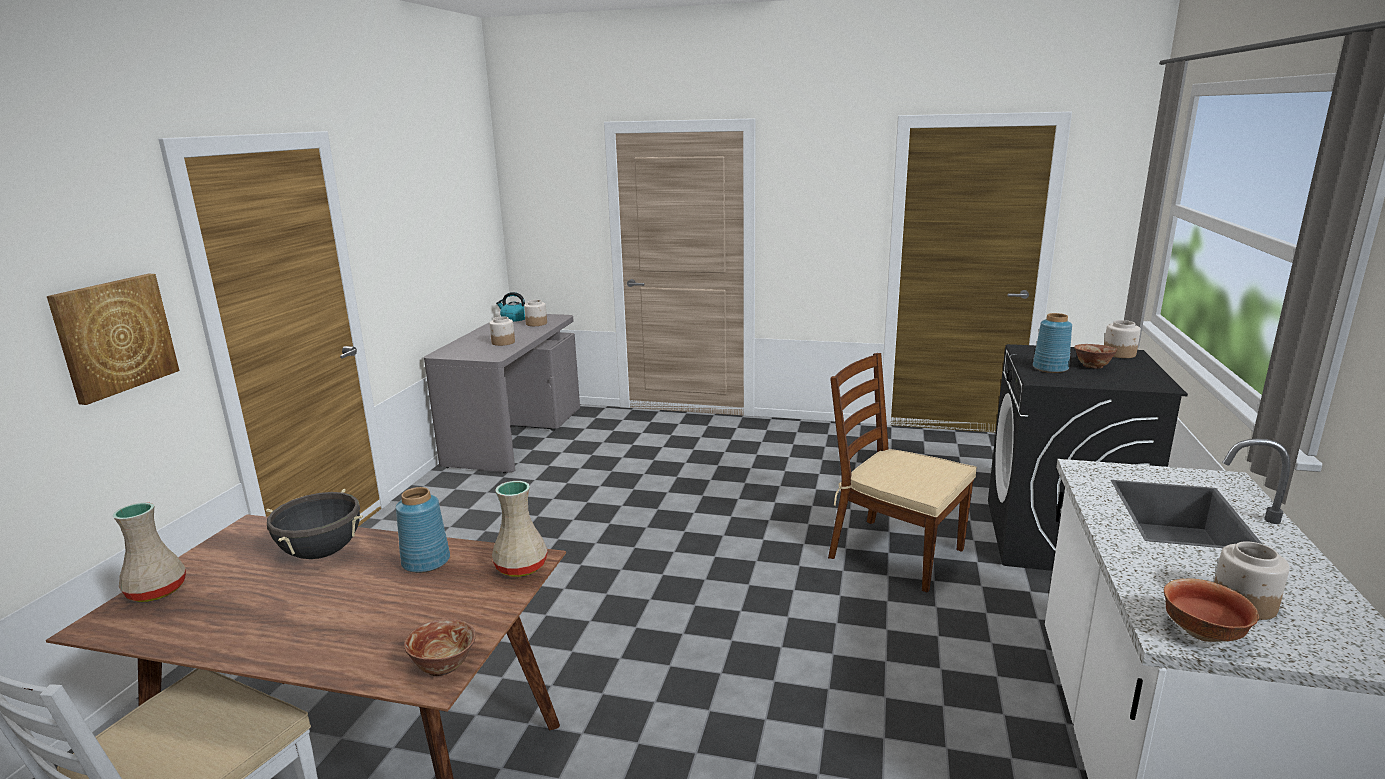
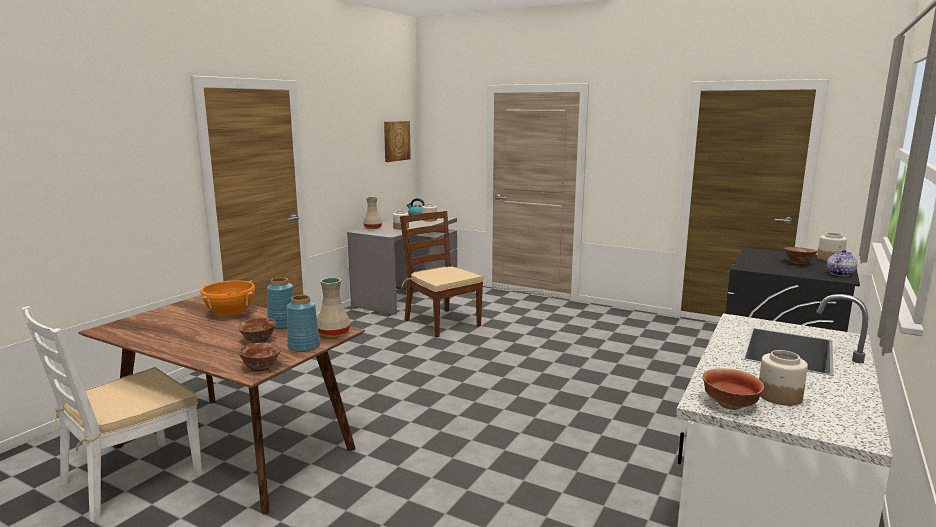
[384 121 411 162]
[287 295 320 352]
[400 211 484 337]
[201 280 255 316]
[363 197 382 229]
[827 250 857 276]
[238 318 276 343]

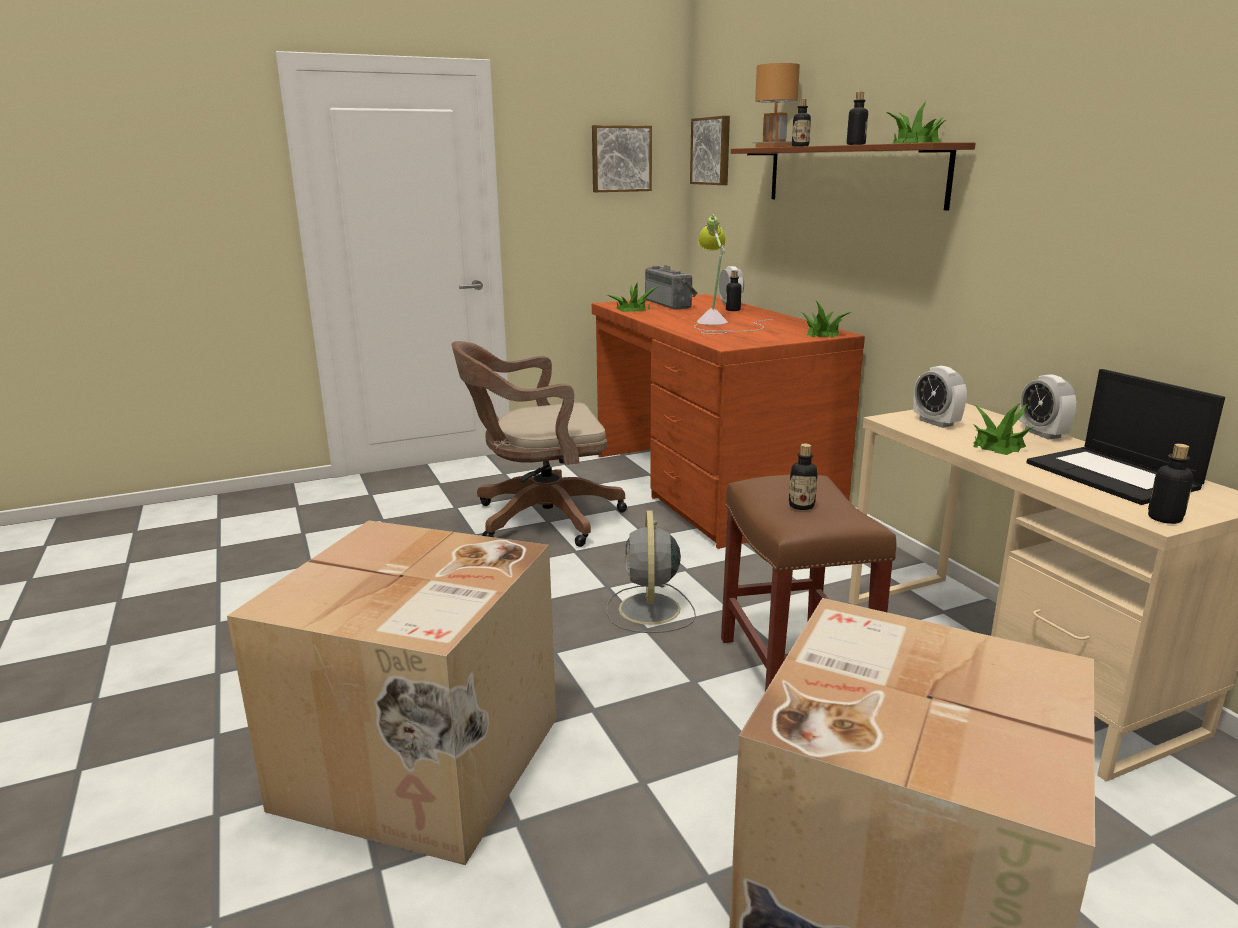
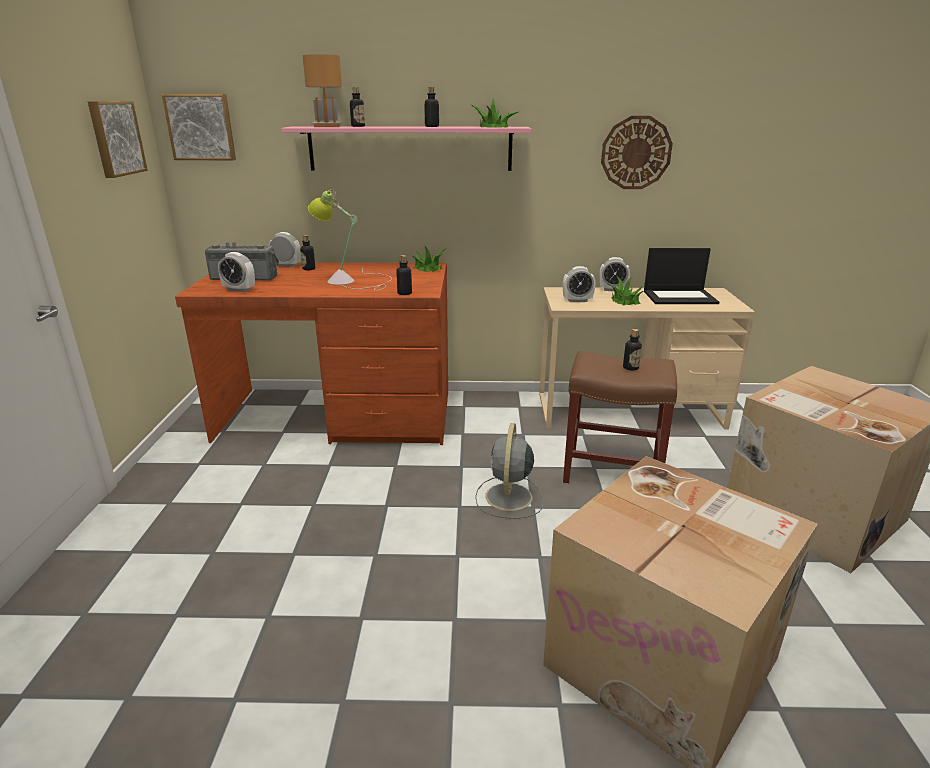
[282 126 531 171]
[218 252 255 292]
[452 341 627 547] (first image)
[396 255 412 295]
[475 423 543 519]
[601 116 673 189]

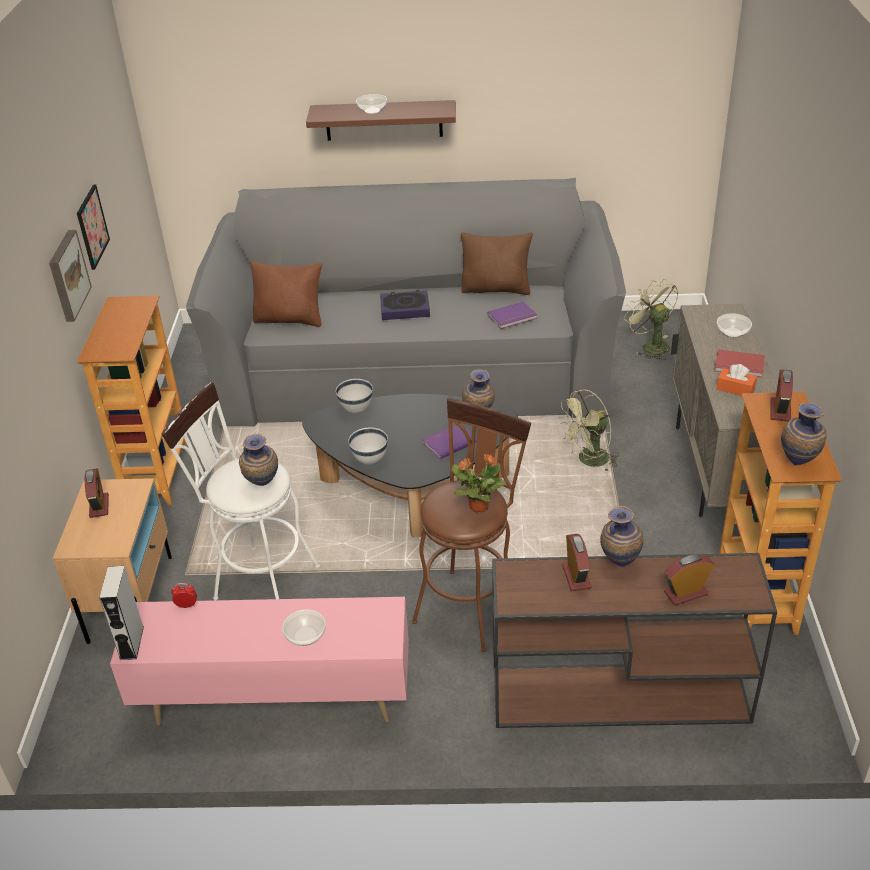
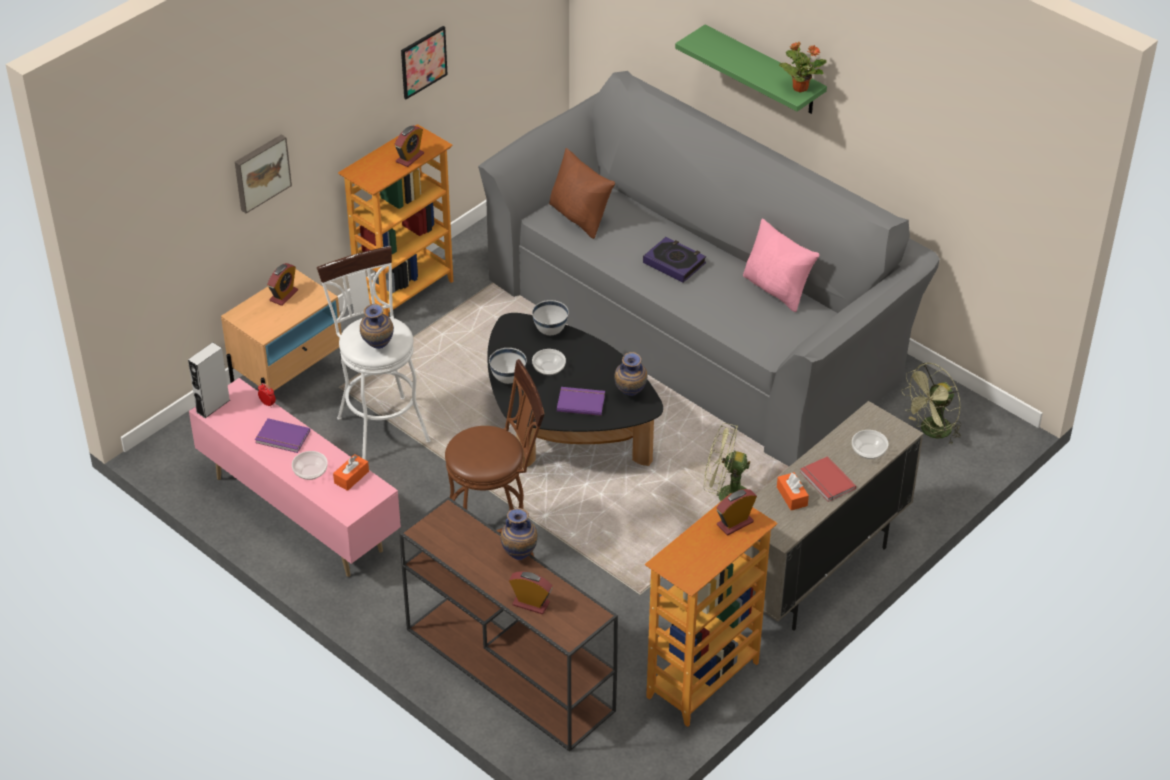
[532 349 566 375]
[675 25 827 114]
[235 134 292 213]
[743 218 819 312]
[901 363 961 444]
[255 418 310 453]
[781 403 827 465] (first image)
[779 42 827 92]
[394 126 424 167]
[333 454 369 491]

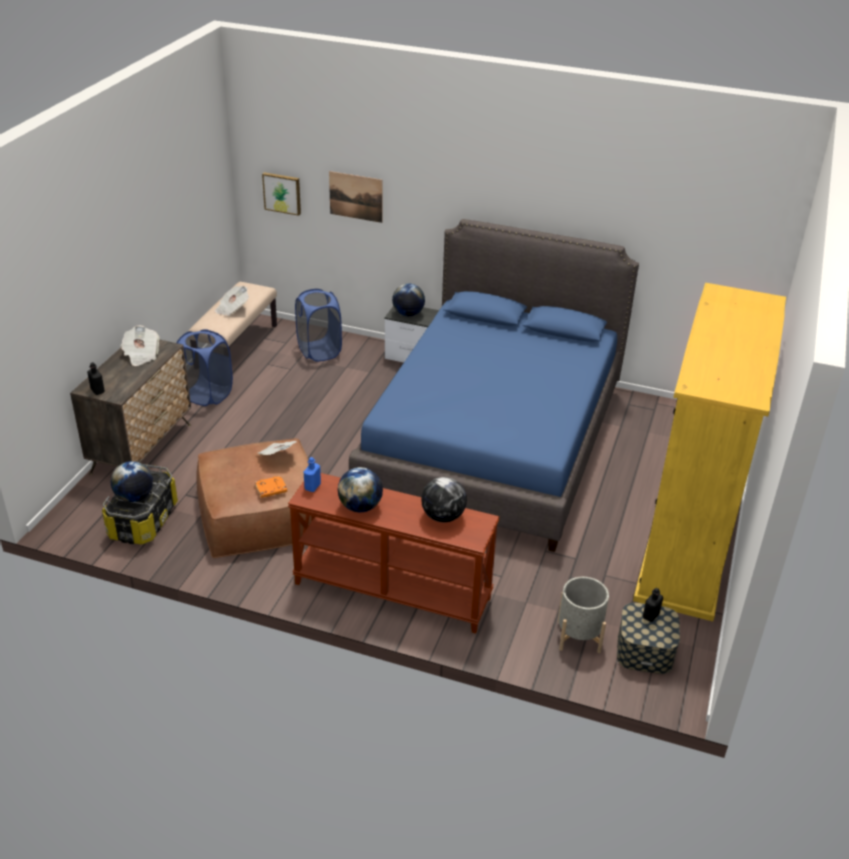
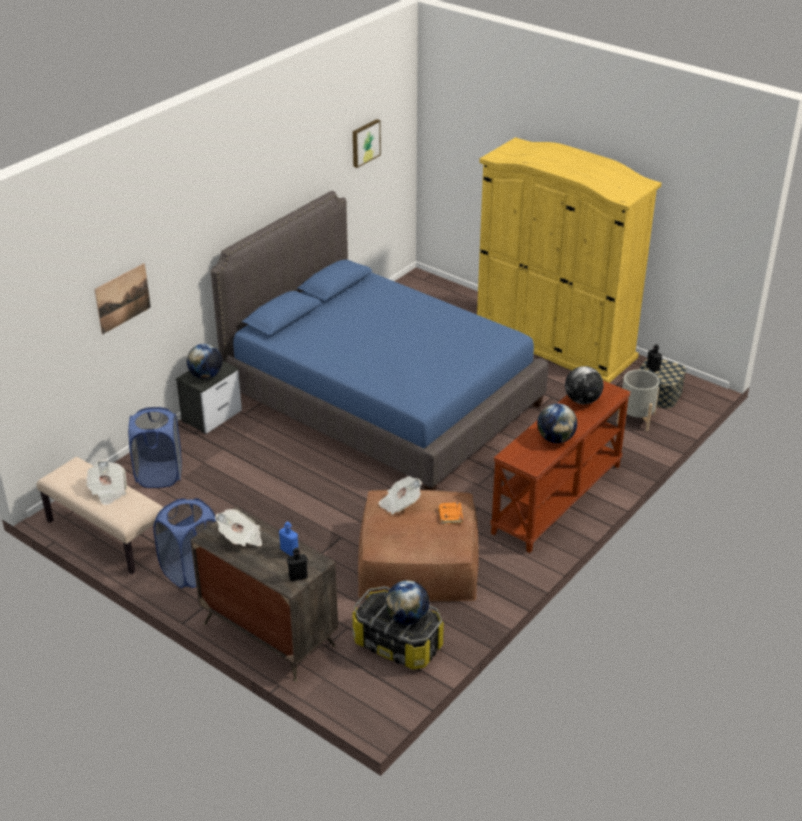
[353 119 381 168]
[279 522 298 556]

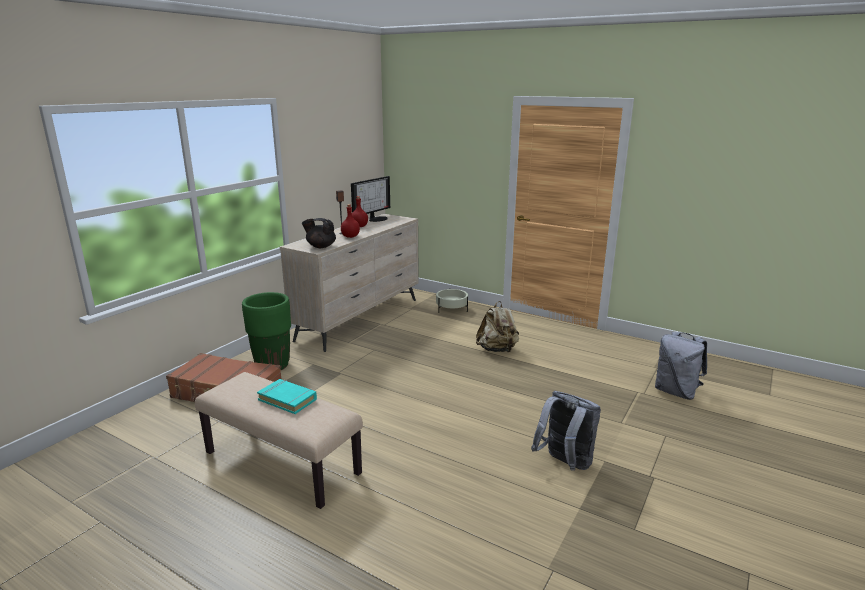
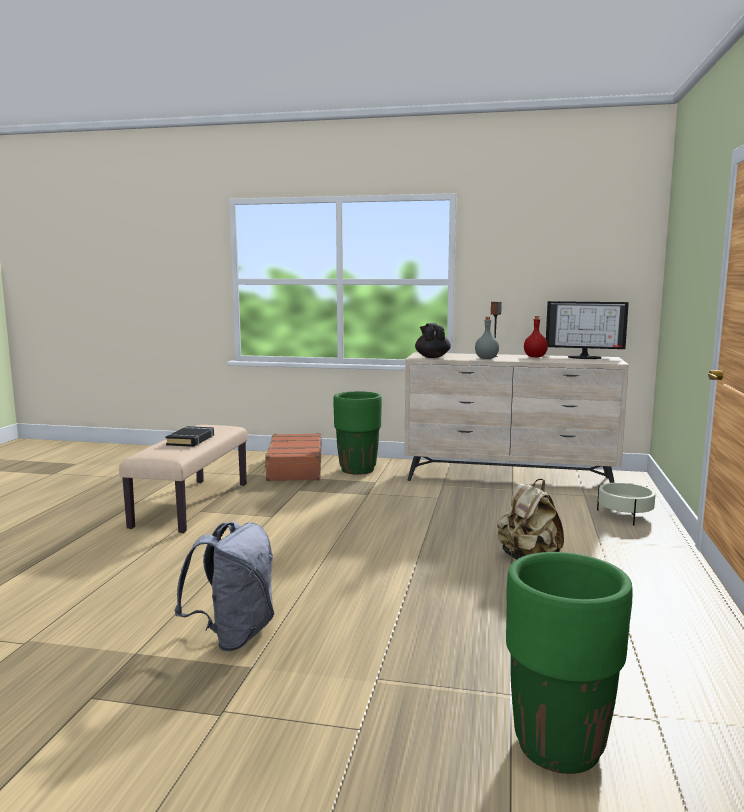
[475 317 499 359]
[506 552 633 774]
[166 426 214 447]

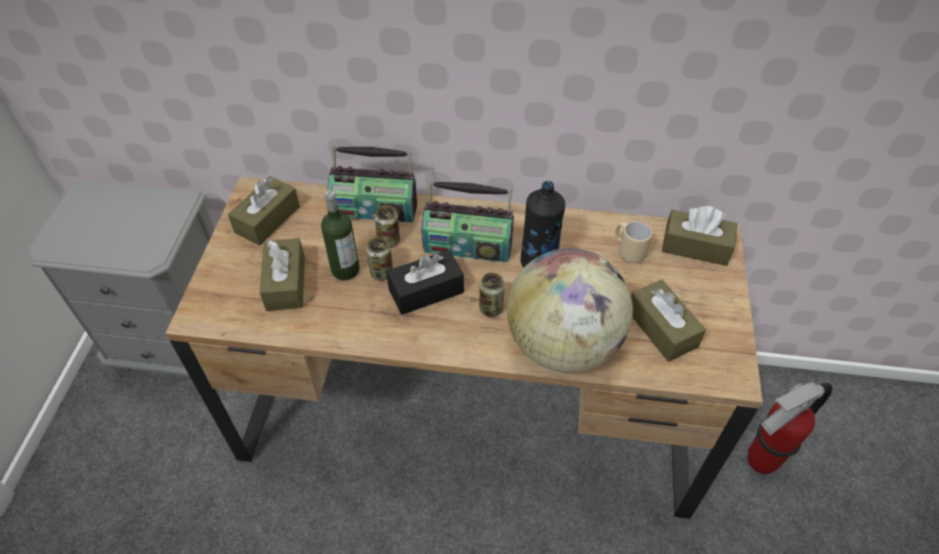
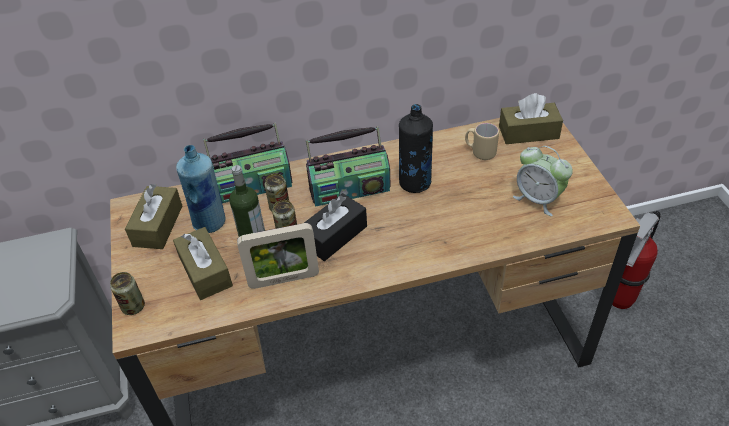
[507 248 633 373] (first image)
[110 272 145 315]
[513 146 573 216]
[176 145 225 233]
[237 223 319 289]

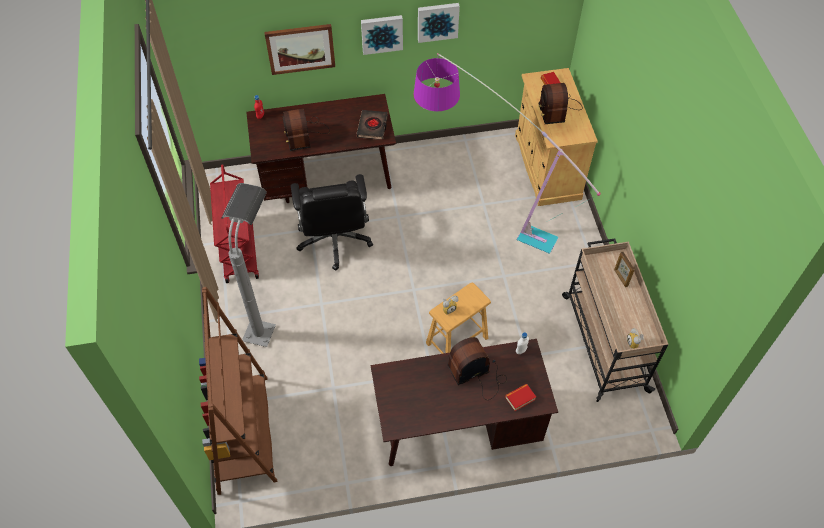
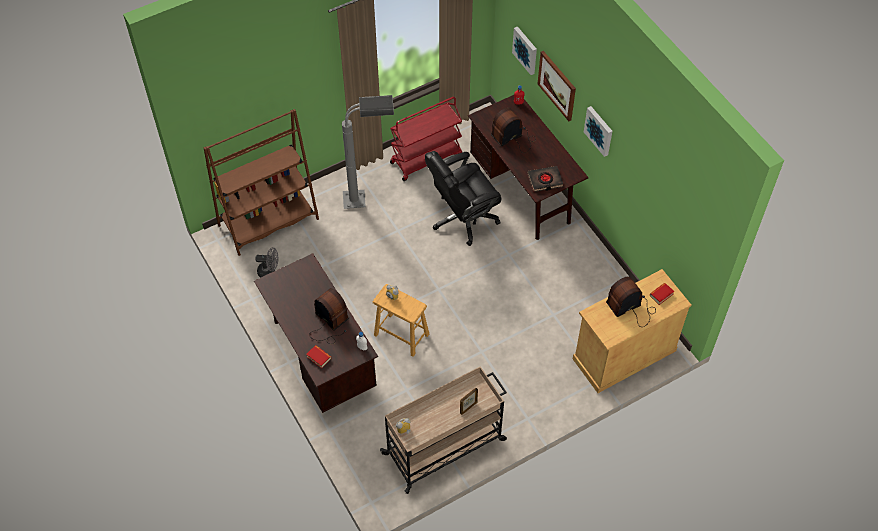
[512 26 537 75]
[414 53 601 254] (first image)
[255 247 278 278]

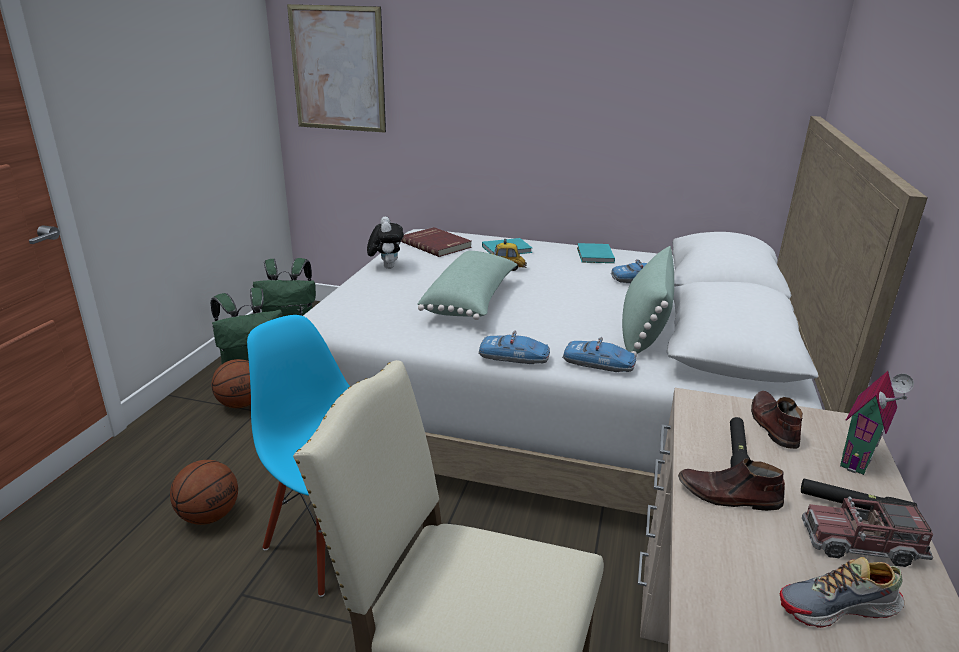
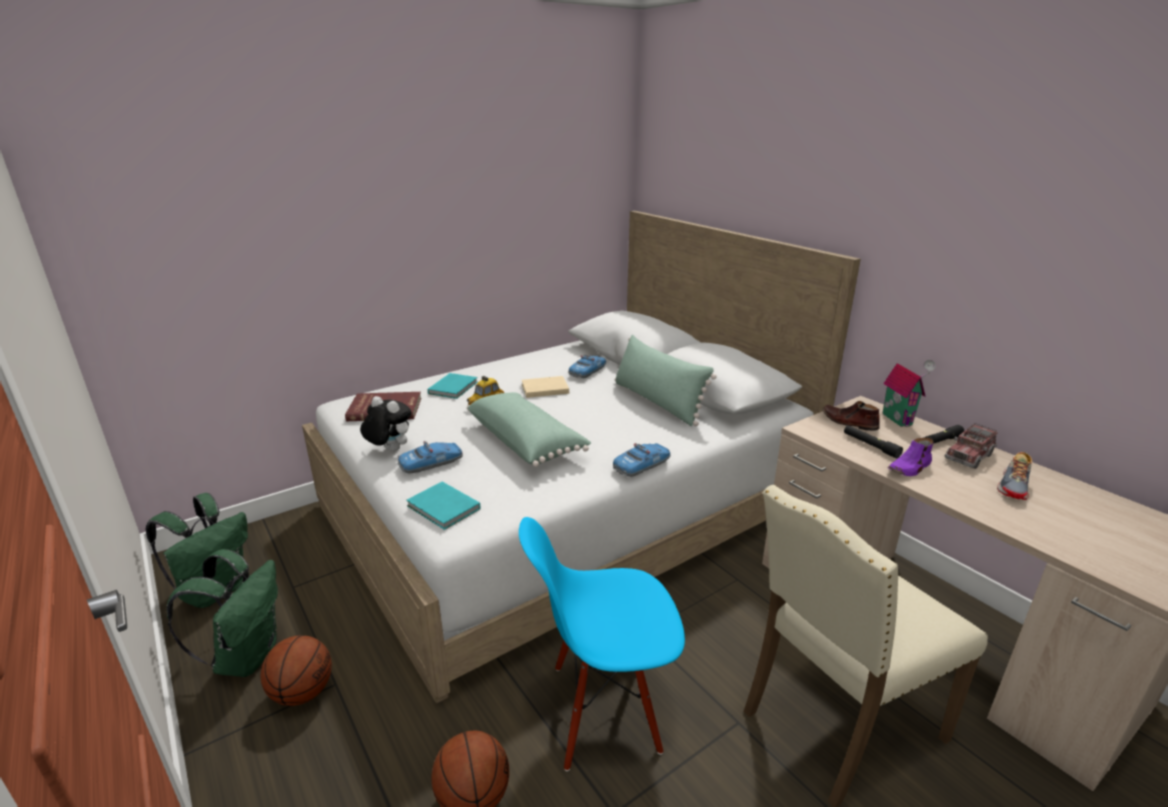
[287 4 386 133] (first image)
[406 482 481 530]
[398 441 463 474]
[887 438 933 476]
[522 376 569 398]

